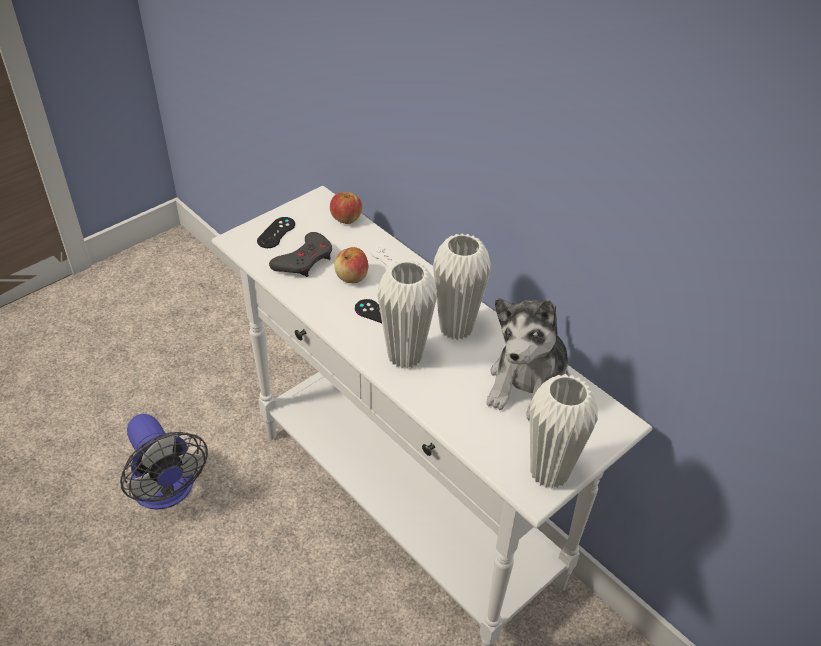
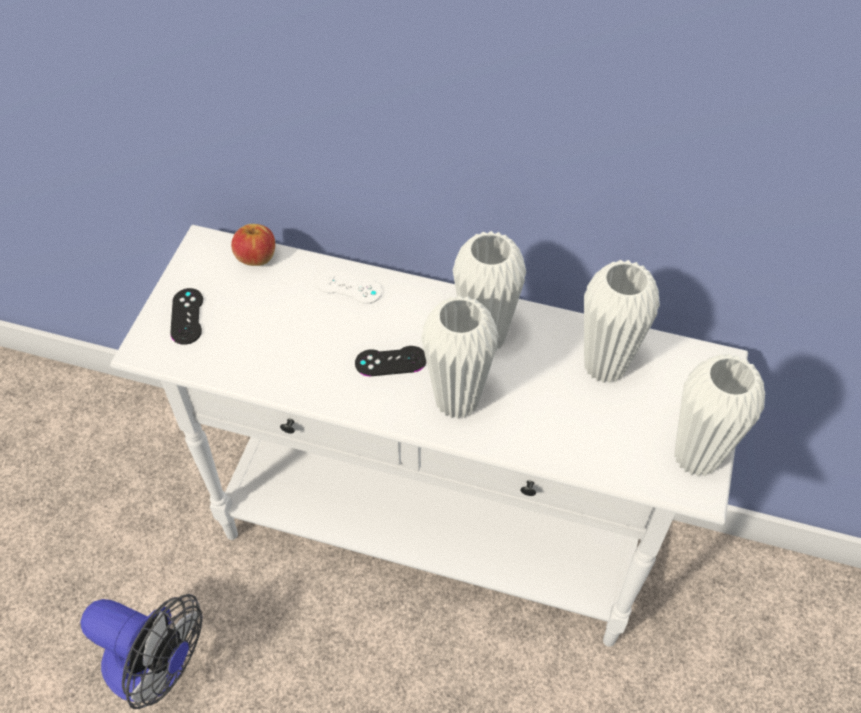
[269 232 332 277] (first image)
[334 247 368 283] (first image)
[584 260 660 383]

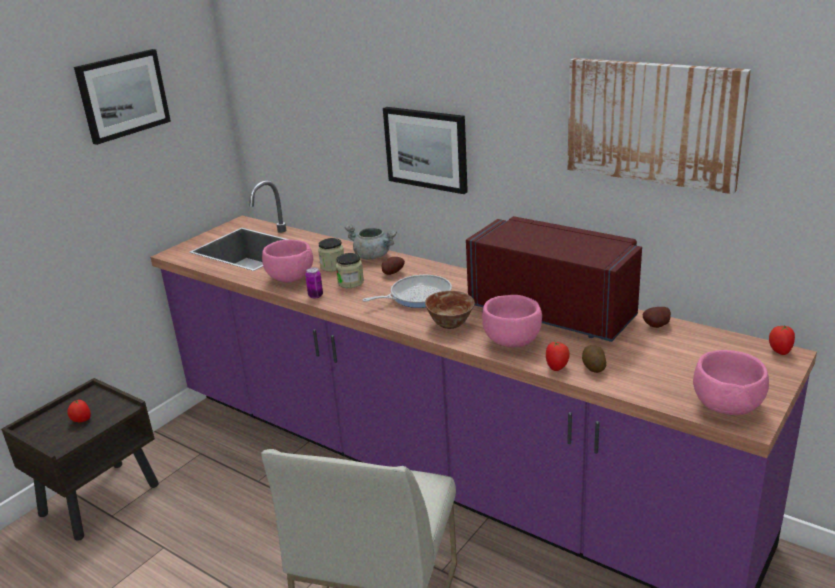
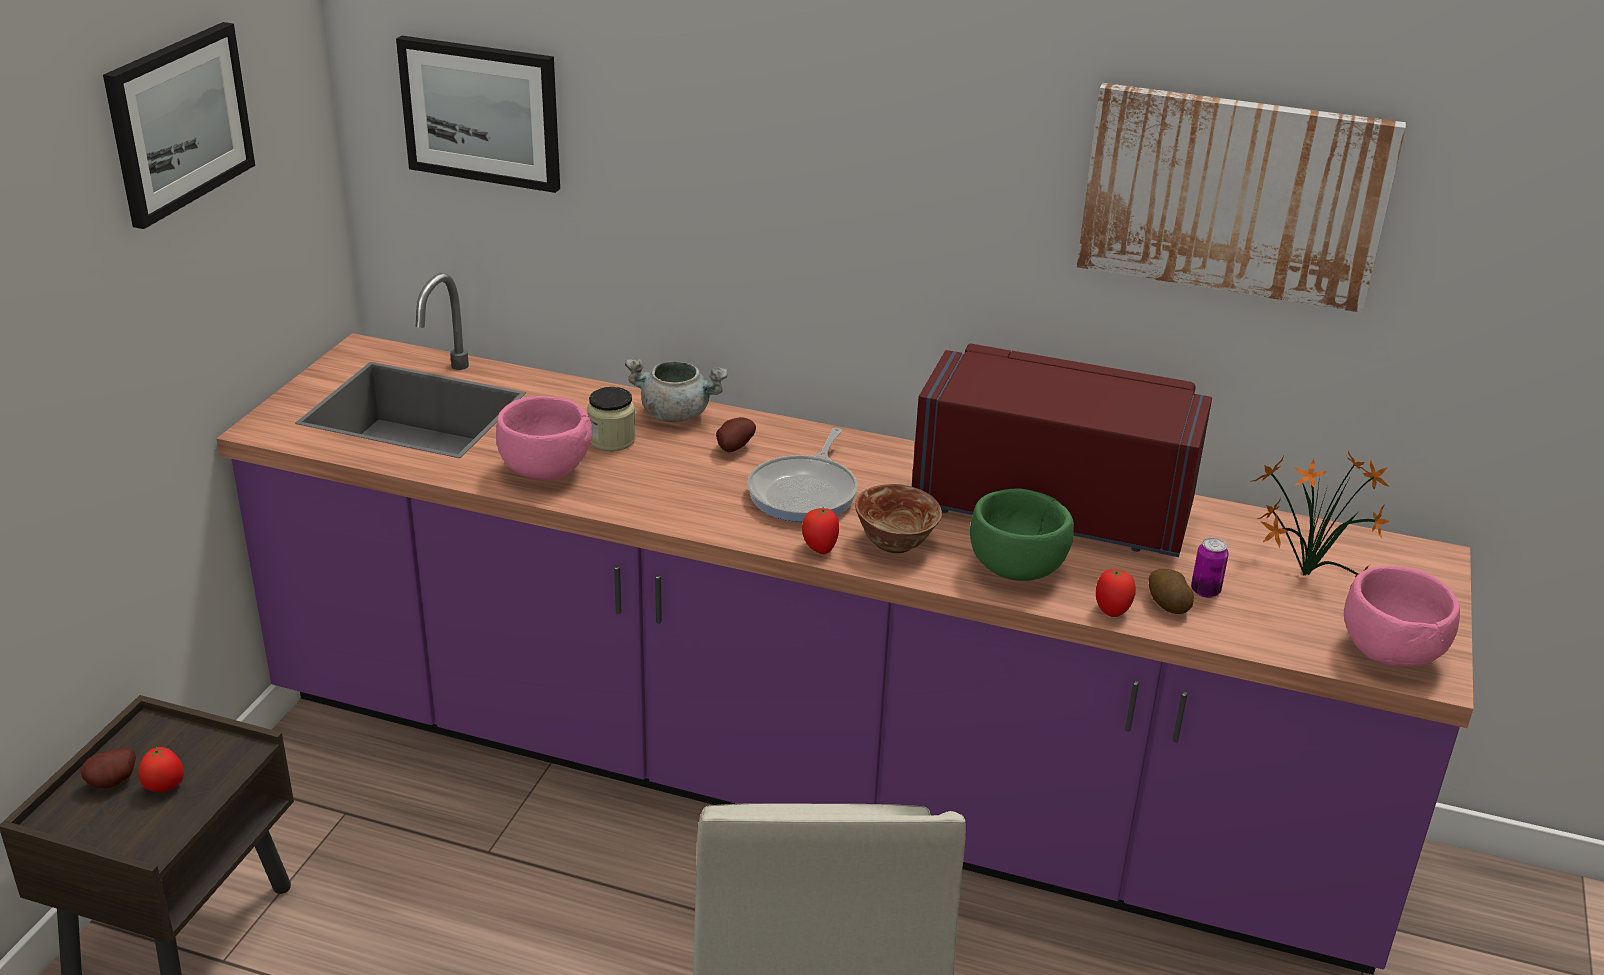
[396 36 560 193]
[336 253 364 288] (first image)
[1191 538 1229 598]
[747 428 858 522]
[970 488 1074 581]
[80 748 136 788]
[802 507 839 554]
[1252 450 1390 588]

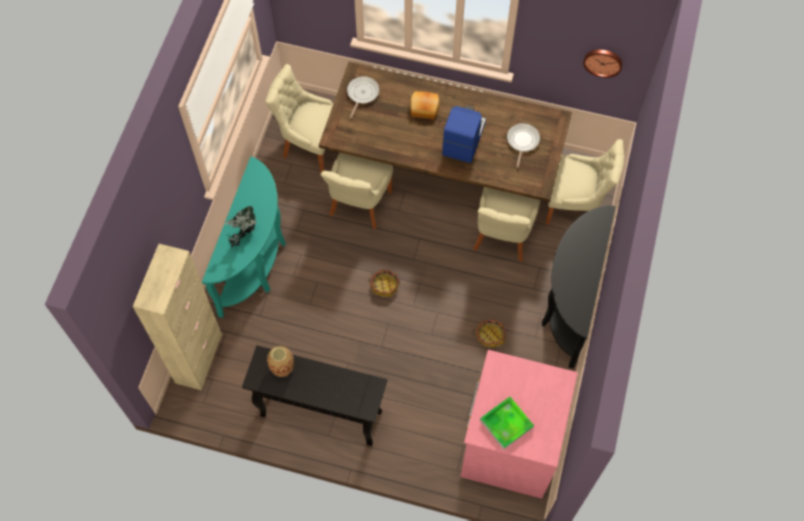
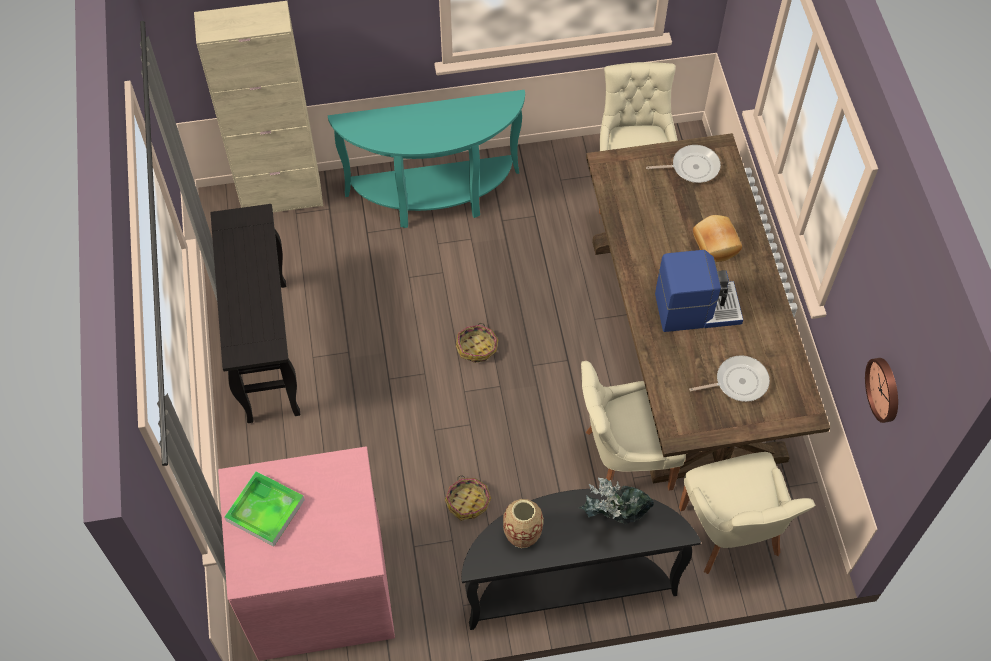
[320 153 393 229] (first image)
[579 478 654 524]
[503 499 544 548]

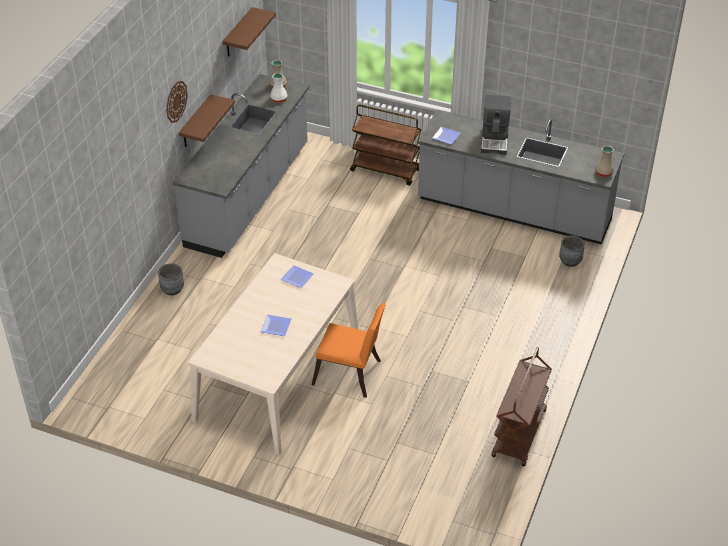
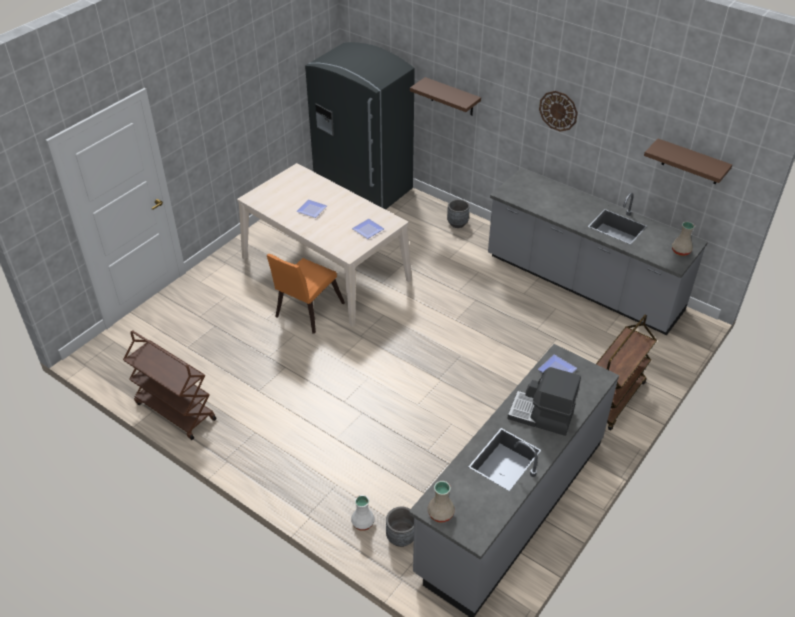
[351 495 375 531]
[410 77 481 116]
[305 42 415 210]

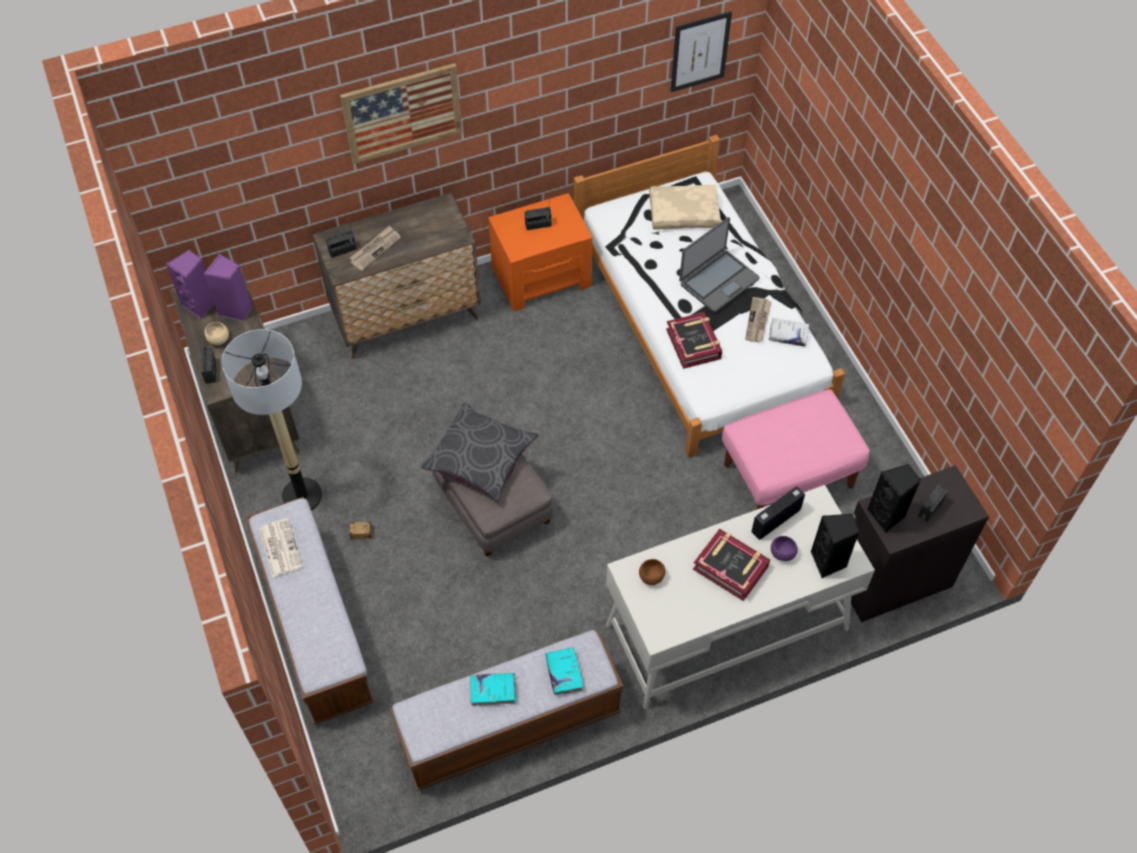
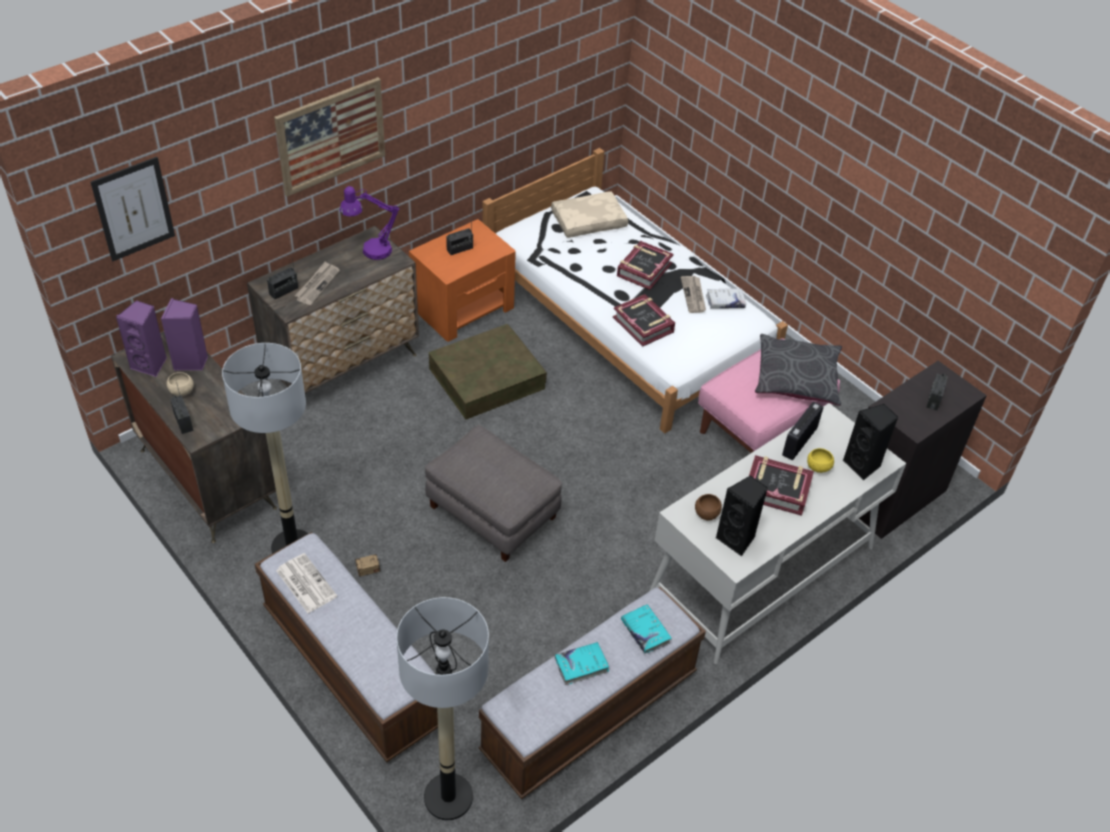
[90 157 175 261]
[617 241 674 290]
[755 334 842 406]
[716 475 768 556]
[807 448 834 473]
[340 186 399 260]
[429 324 547 419]
[396 597 489 820]

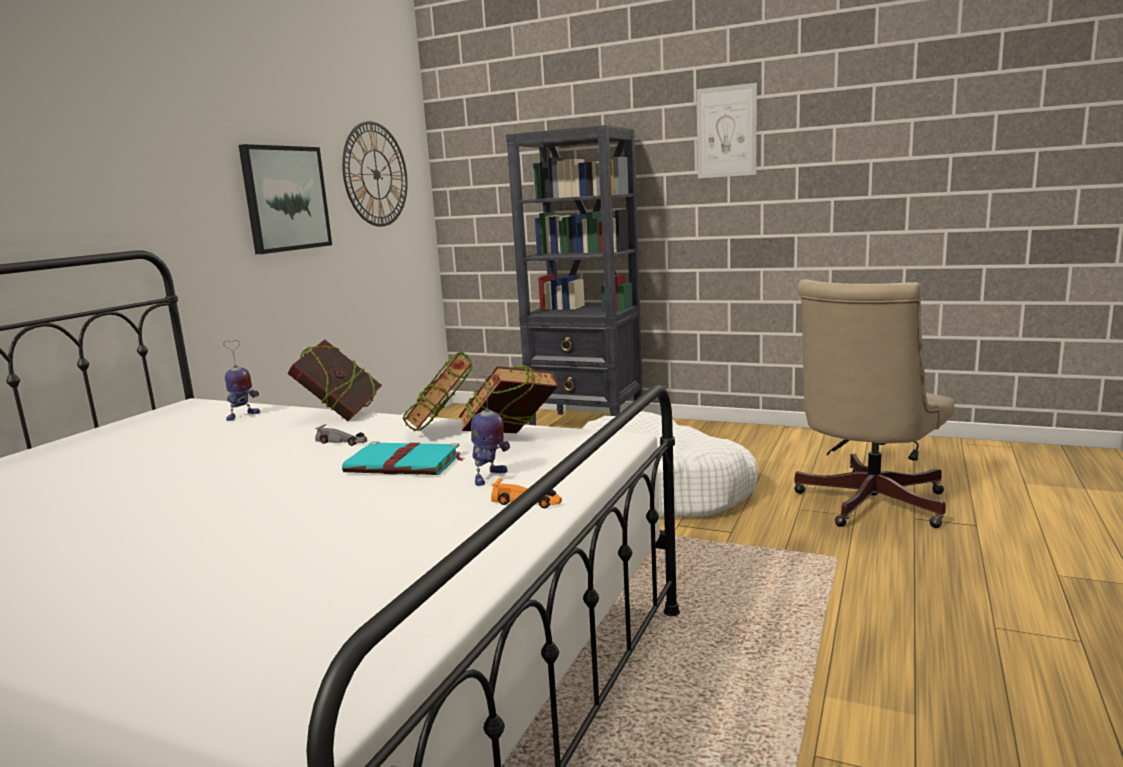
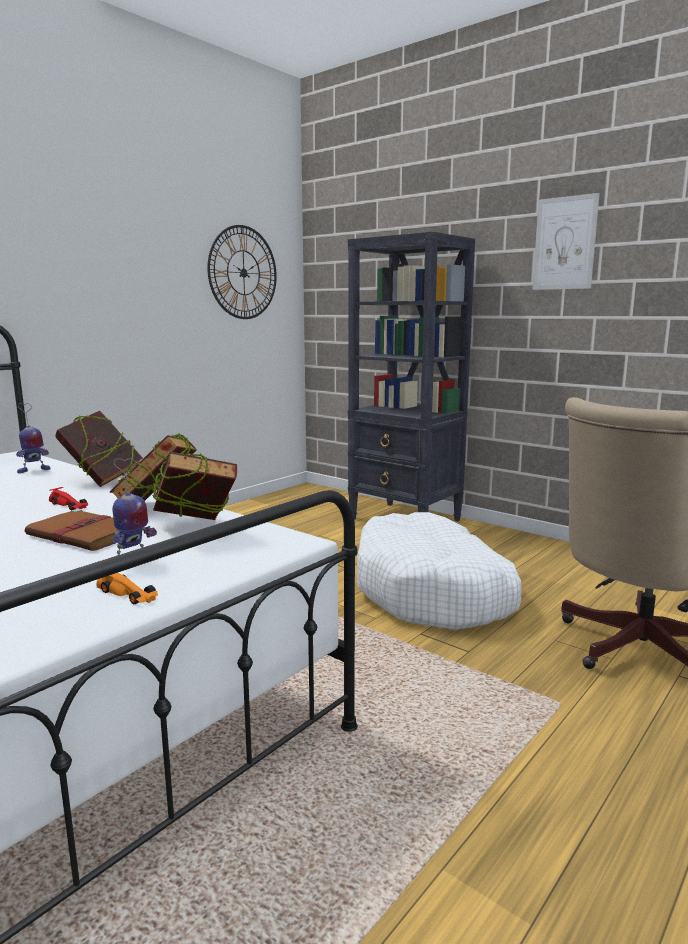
[239 144 332 254] (first image)
[49 487 88 510]
[25 509 117 551]

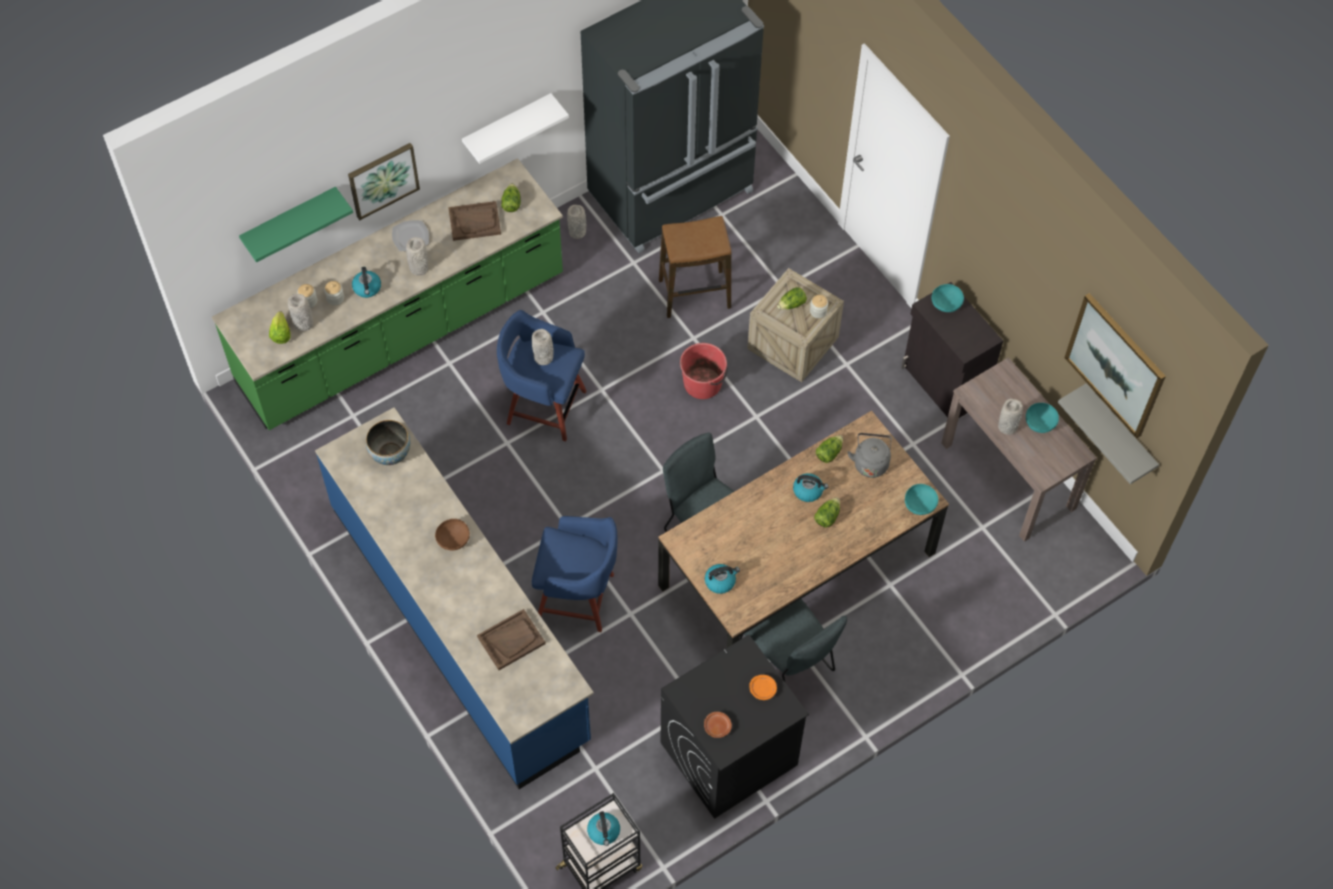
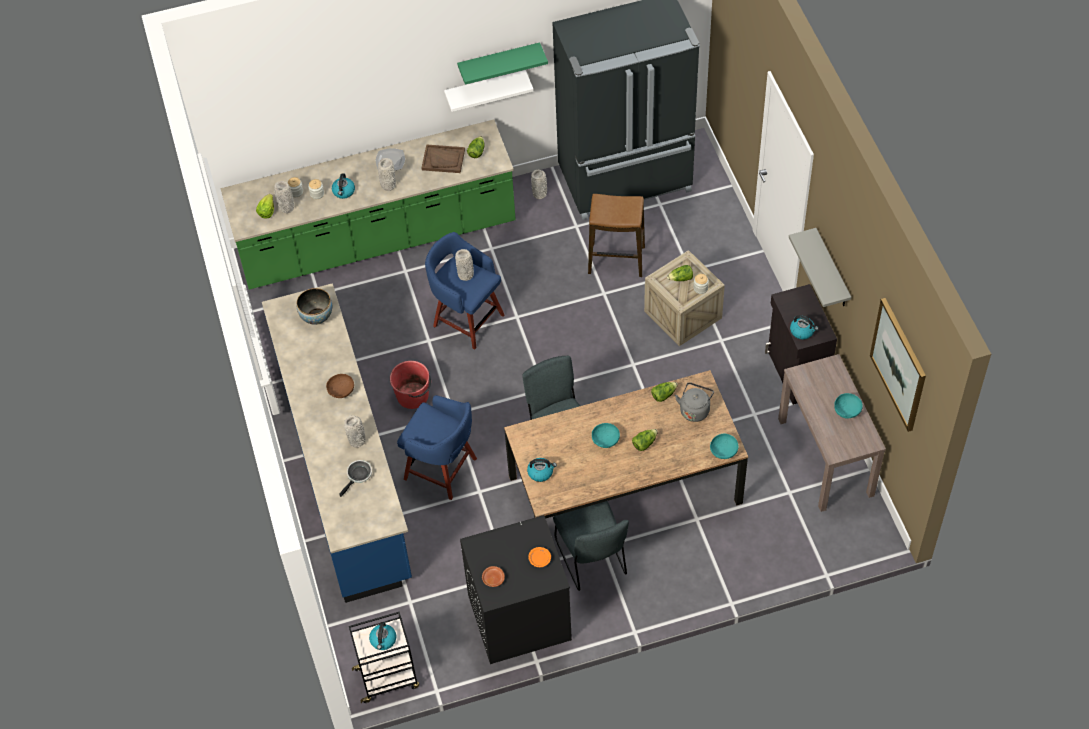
[348 143 420 220] (first image)
[457 42 548 85]
[592 423 620 448]
[390 361 431 409]
[789 228 851 307]
[344 415 365 447]
[790 315 818 339]
[339 460 372 497]

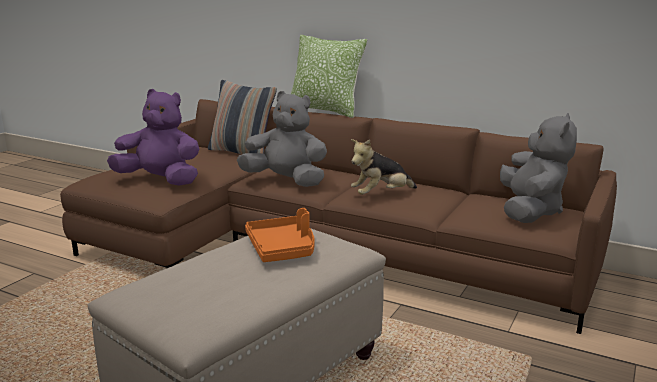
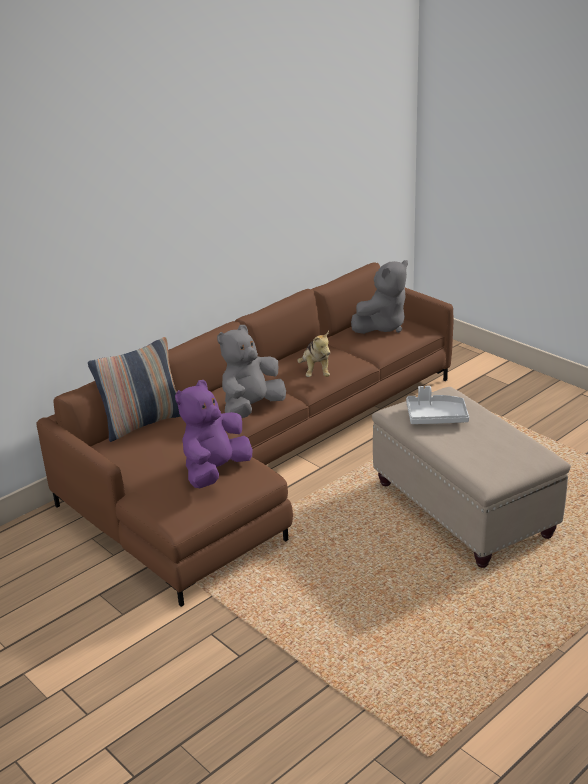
[291 35 367 118] (first image)
[351 260 408 334]
[406 386 469 424]

